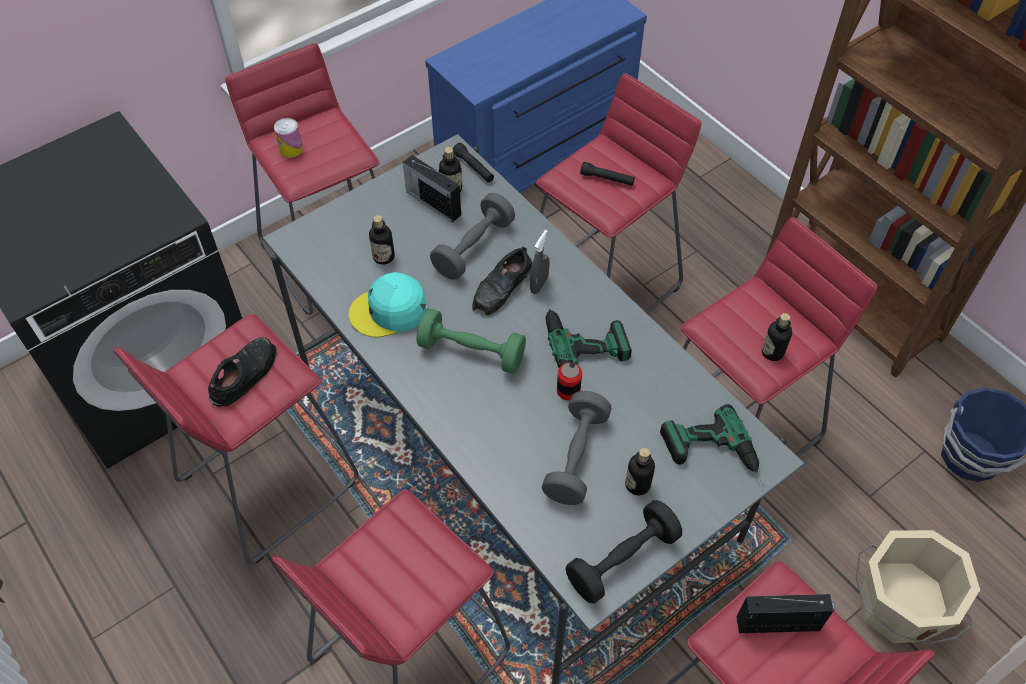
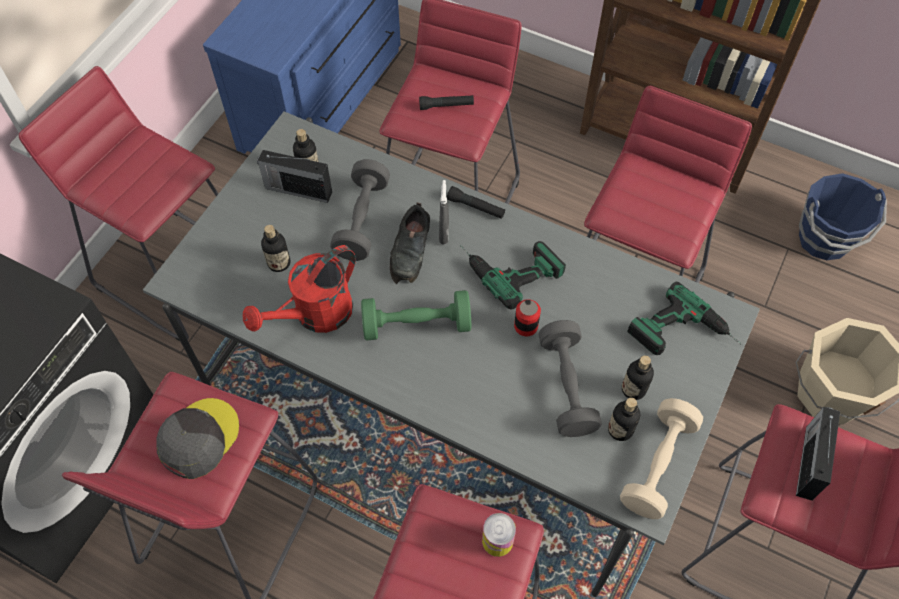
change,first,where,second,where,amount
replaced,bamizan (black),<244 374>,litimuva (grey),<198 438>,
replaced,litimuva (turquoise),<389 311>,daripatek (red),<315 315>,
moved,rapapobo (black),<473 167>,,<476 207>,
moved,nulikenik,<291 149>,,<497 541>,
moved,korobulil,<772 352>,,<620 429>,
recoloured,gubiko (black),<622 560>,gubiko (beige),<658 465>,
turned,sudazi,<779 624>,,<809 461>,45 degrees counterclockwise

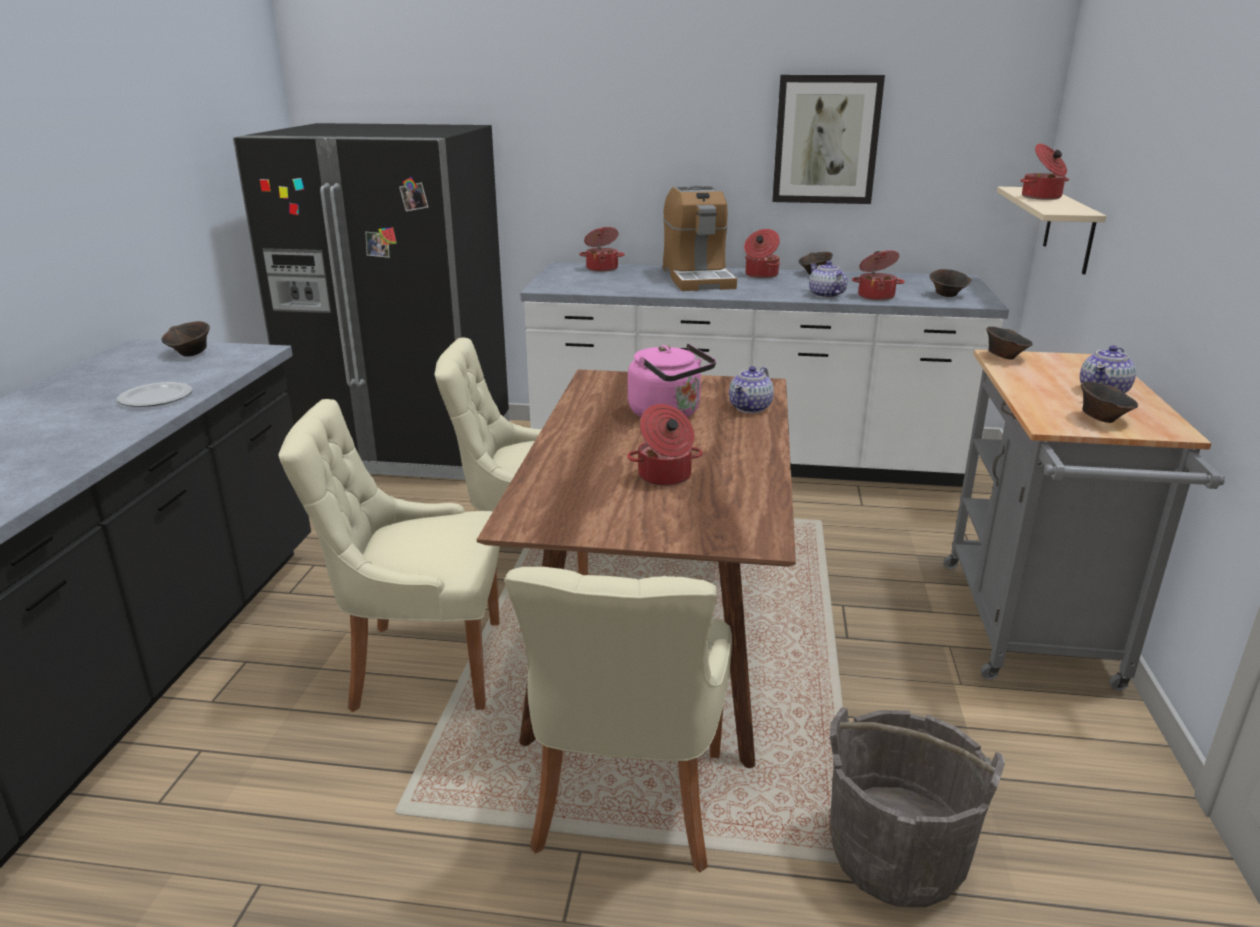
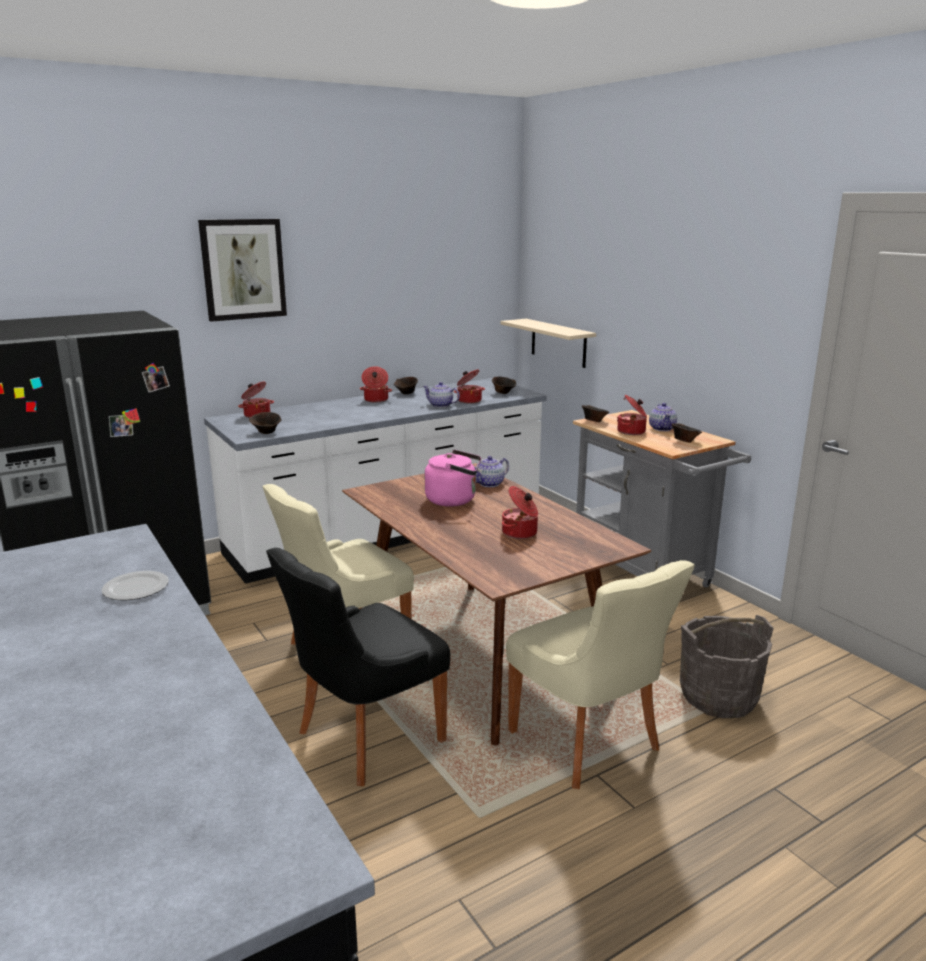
change,first,where,second,where,amount
moved,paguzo,<826 140>,,<243 269>,
moved,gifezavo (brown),<190 354>,,<267 432>,
recoloured,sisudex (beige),<421 665>,sisudex (black),<365 738>,
turned,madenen,<751 407>,,<490 484>,60 degrees clockwise
moved,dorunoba,<1042 197>,,<632 432>,
removed,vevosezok,<697 278>,,,

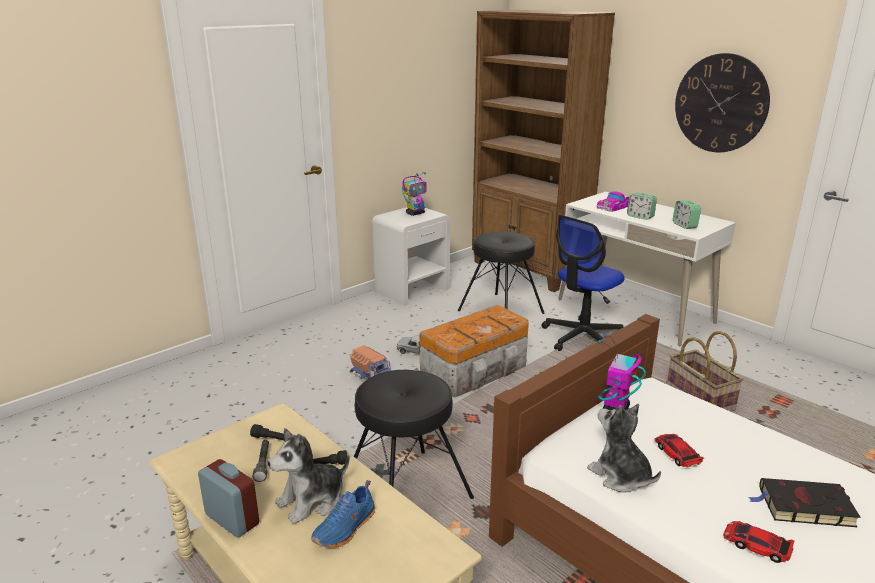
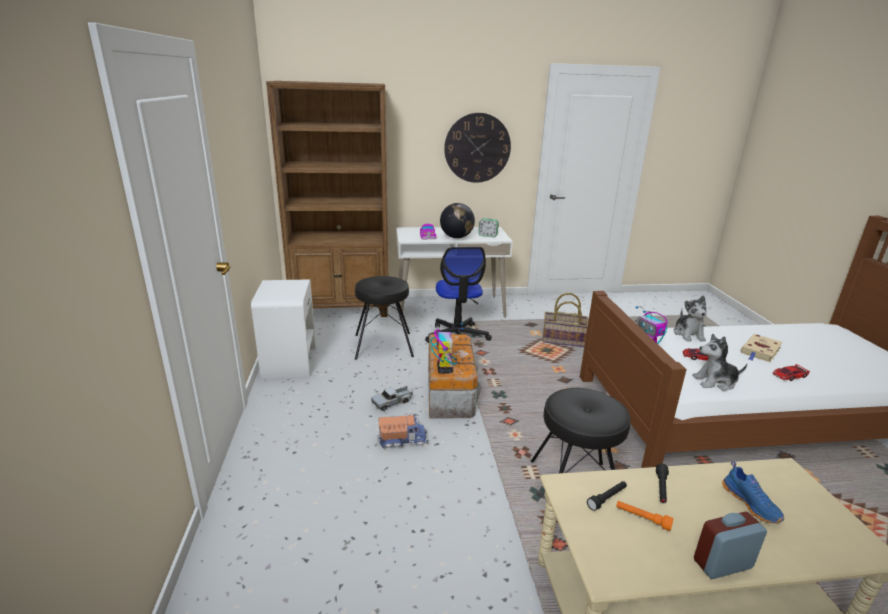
change,first,where,second,where,amount
moved,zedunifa,<415 213>,,<444 369>,
replaced,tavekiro,<640 217>,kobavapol,<456 237>,
recoloured,rapapobo (grey),<263 464>,rapapobo (orange),<642 518>,
moved,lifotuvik,<312 501>,,<688 334>,
recoloured,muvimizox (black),<803 506>,muvimizox (beige),<760 351>,

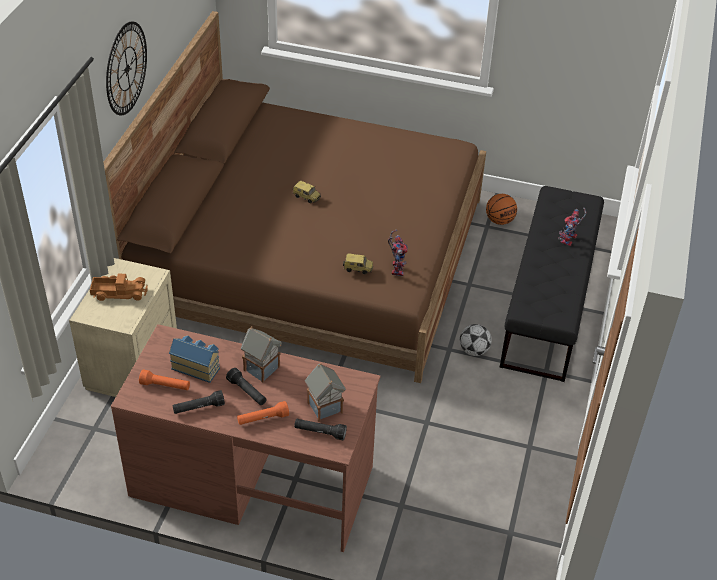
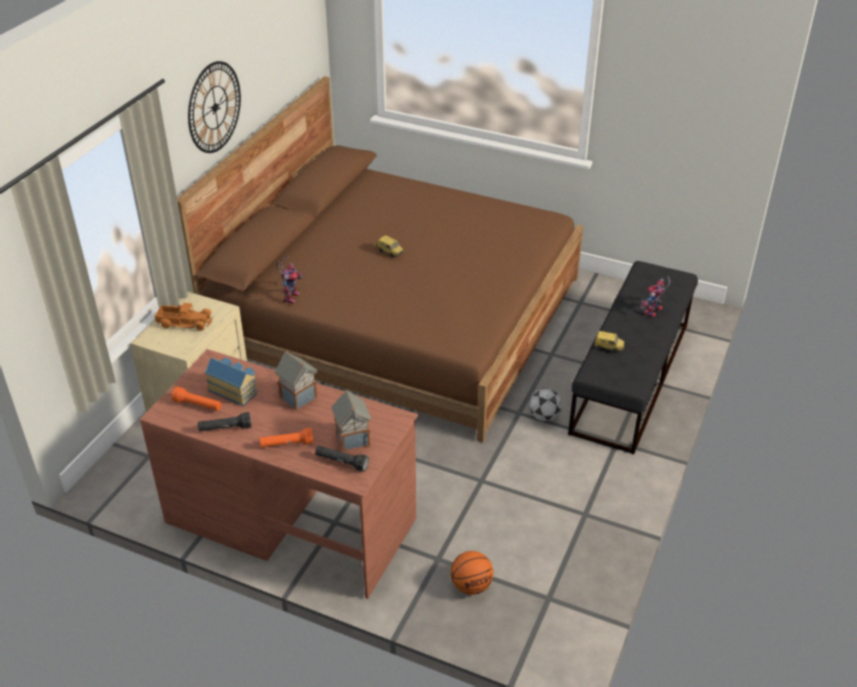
change,first,where,second,where,amount
moved,zedunifa,<396 267>,,<290 296>,
moved,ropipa,<499 220>,,<471 585>,
moved,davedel,<358 269>,,<608 347>,
removed,rapapobo (black),<247 392>,,,

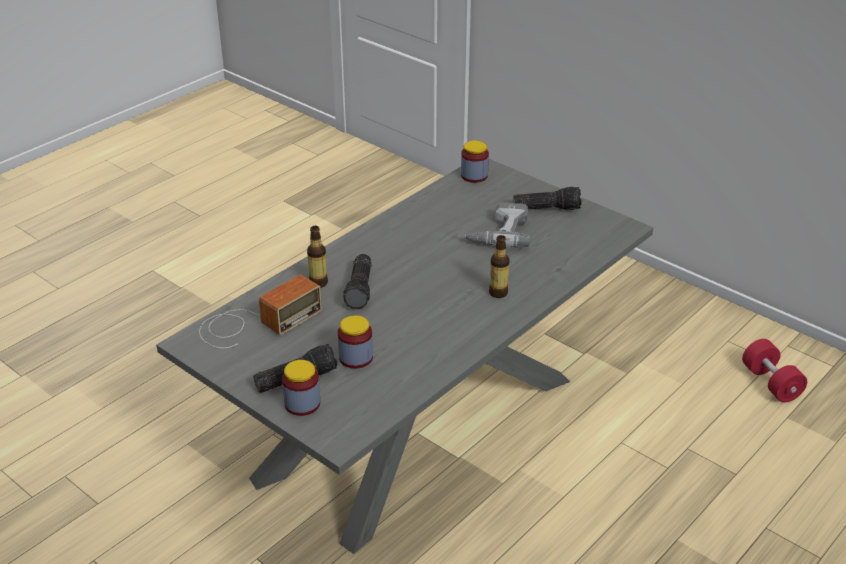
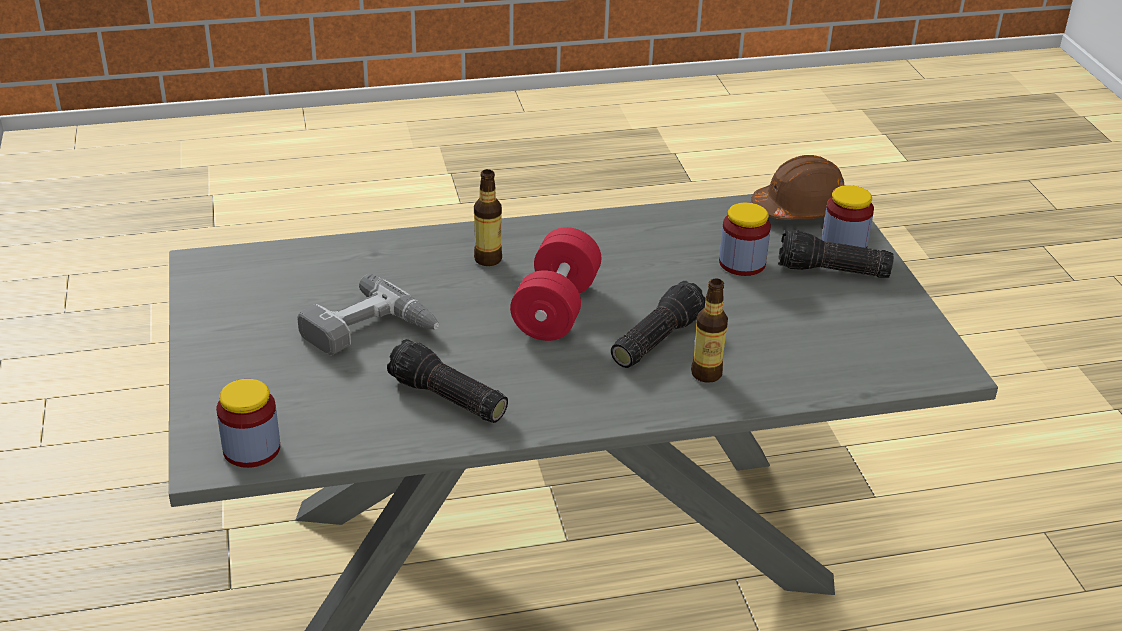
change,first,where,second,where,amount
moved,rapapobo,<547 208>,,<446 398>,
moved,gubiko (red),<771 383>,,<556 309>,
added,,,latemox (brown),<800 209>,
removed,sudazi,<255 323>,,,

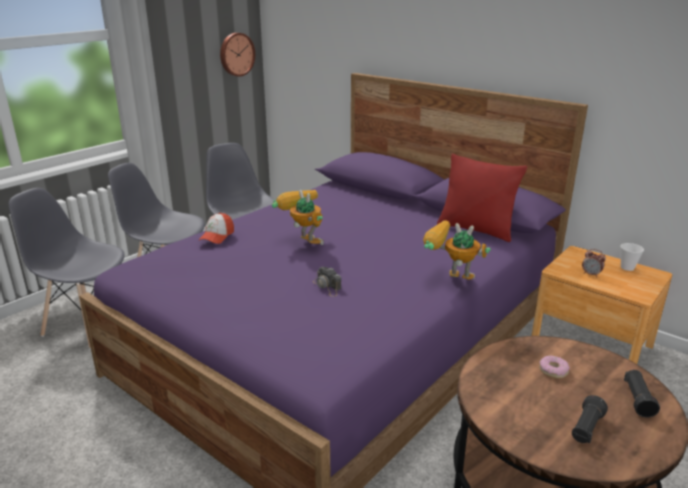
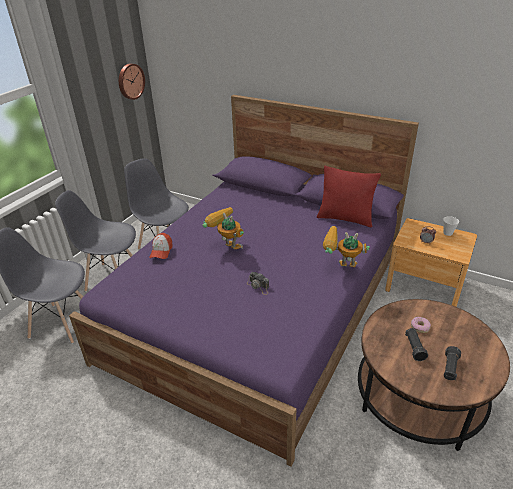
change,first,where,second,where,amount
moved,rapapobo (black),<637 400>,,<414 348>,

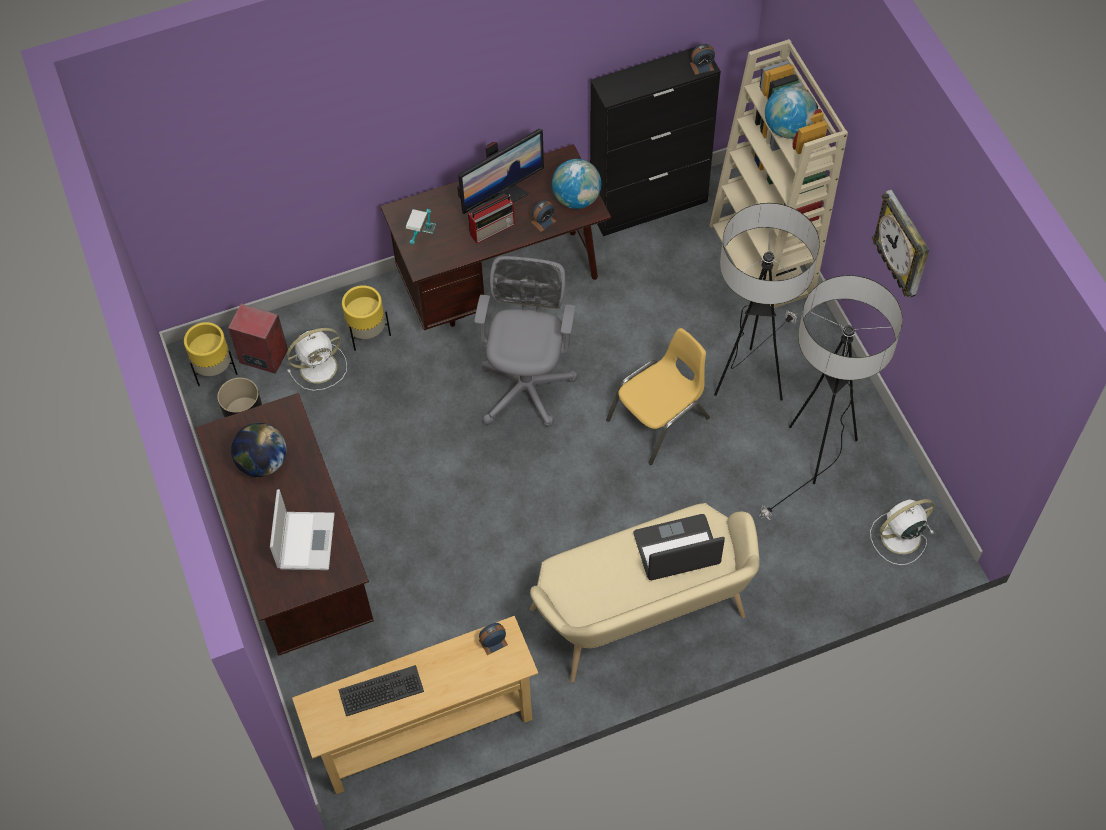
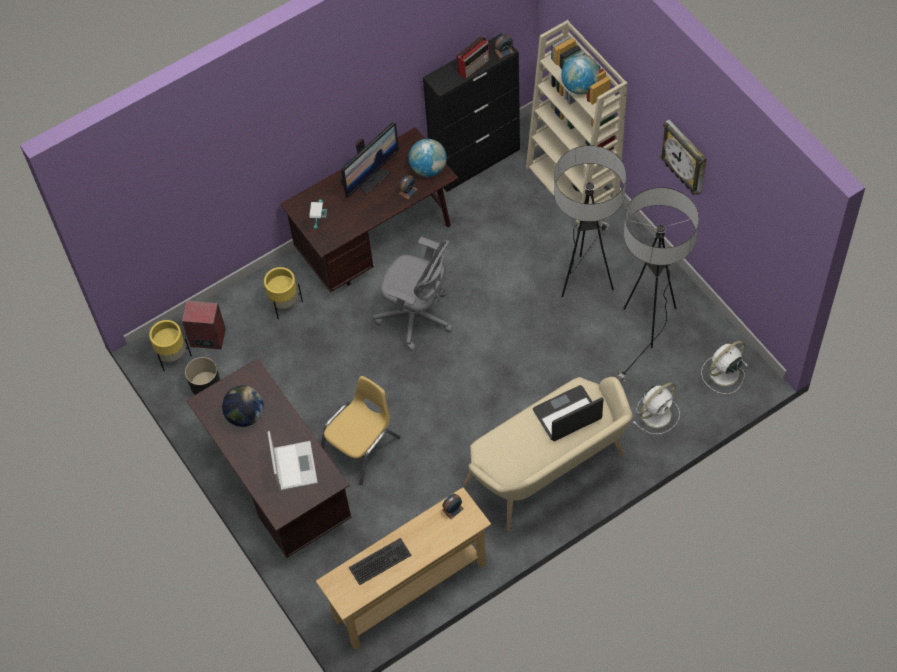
change,first,where,second,where,amount
moved,sisudex (yellow),<659 420>,,<361 447>,
turned,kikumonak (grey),<527 384>,,<418 317>,120 degrees clockwise
moved,sudazi,<493 228>,,<474 66>,
moved,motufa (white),<320 366>,,<657 413>,

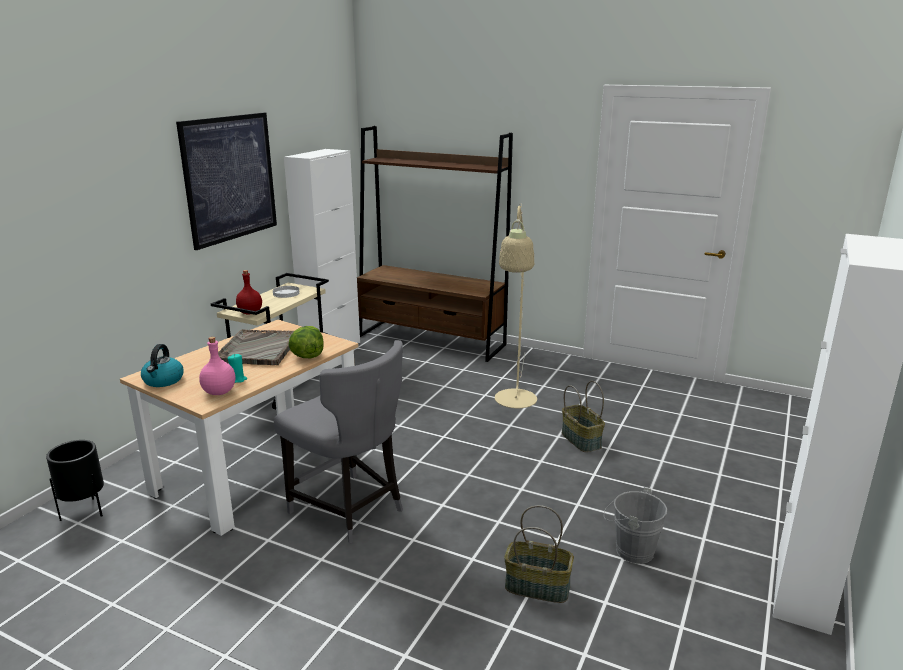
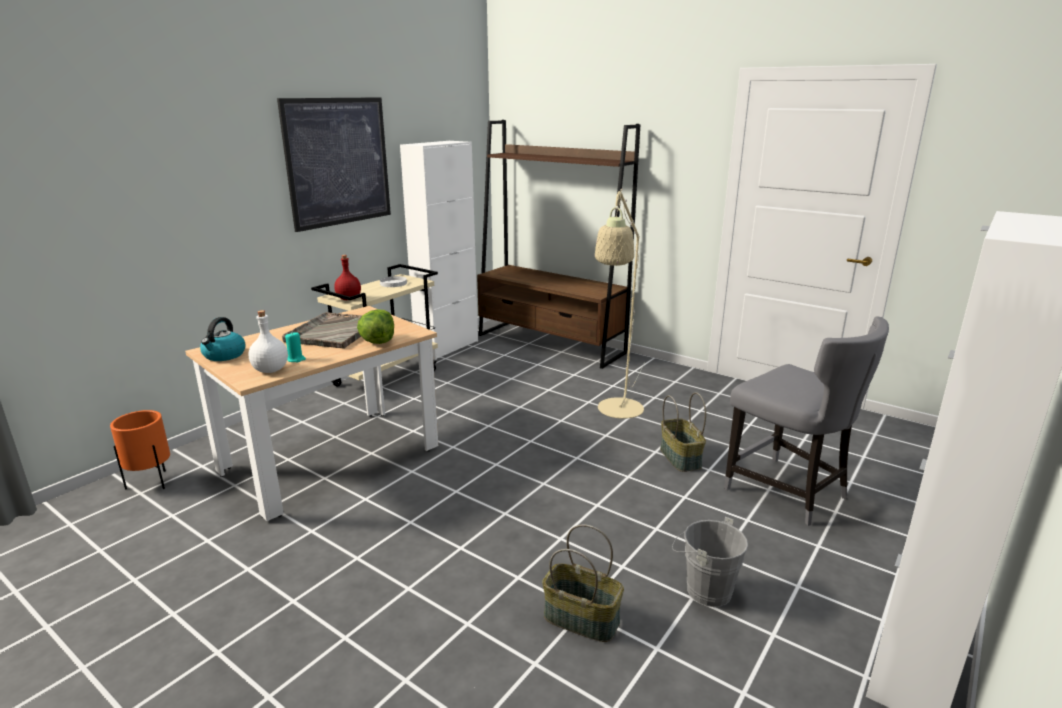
change,first,where,second,where,amount
recoloured,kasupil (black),<85 512>,kasupil (orange),<152 483>,
recoloured,korobulil (pink),<219 392>,korobulil (white),<270 370>,
moved,sisudex (grey),<349 510>,,<789 492>,

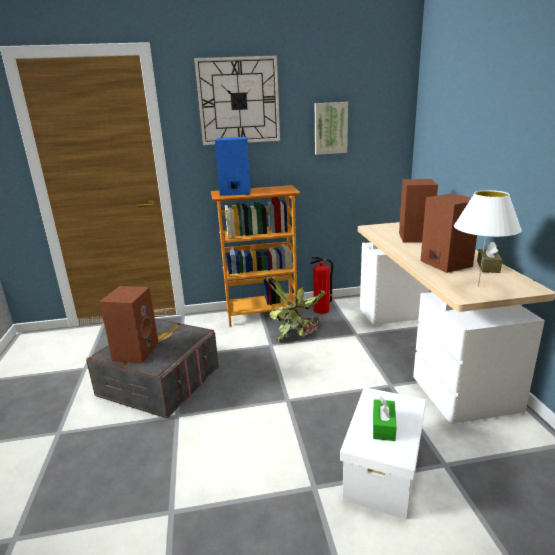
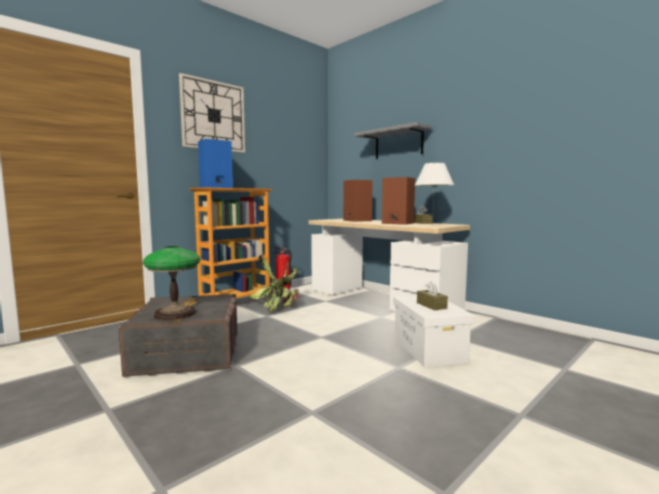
change,first,where,second,where,amount
replaced,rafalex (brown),<135 351>,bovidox,<174 313>,
added,,,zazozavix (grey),<398 143>,
recoloured,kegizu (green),<383 426>,kegizu (brown),<431 305>,
removed,paguzo,<330 128>,,,

